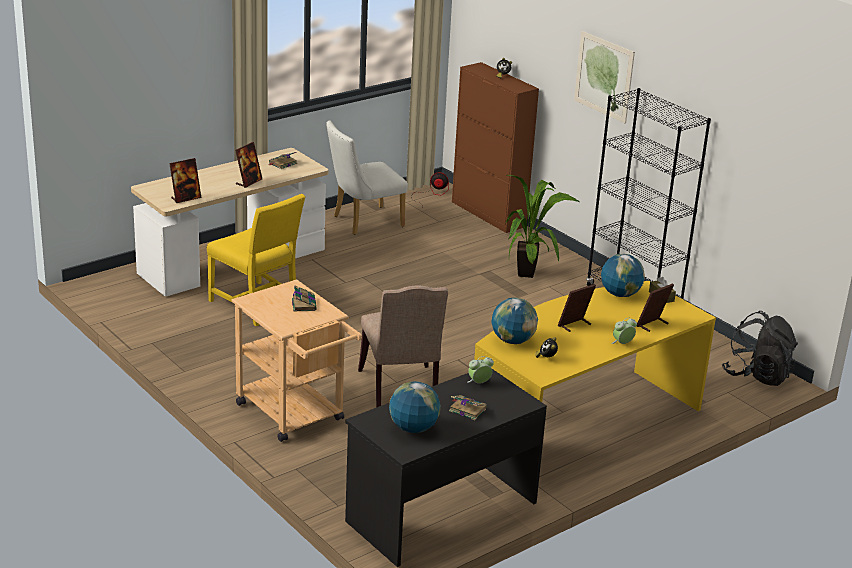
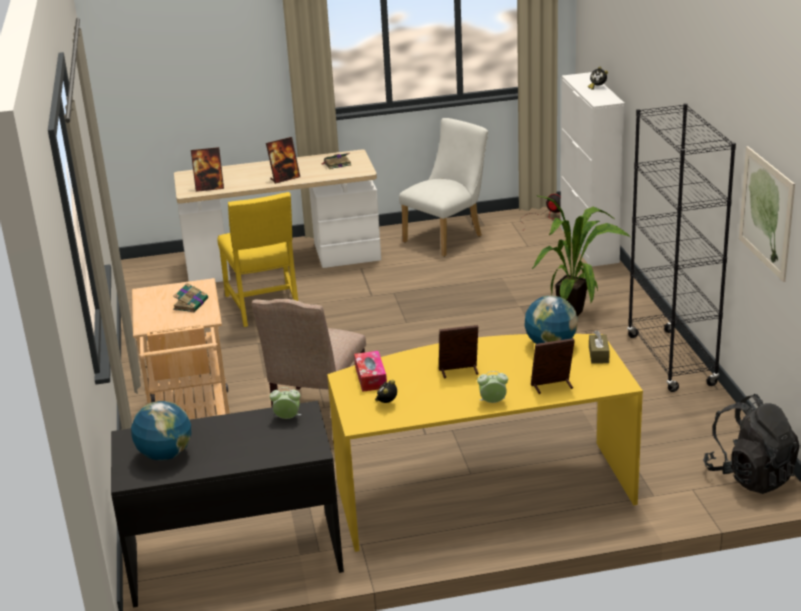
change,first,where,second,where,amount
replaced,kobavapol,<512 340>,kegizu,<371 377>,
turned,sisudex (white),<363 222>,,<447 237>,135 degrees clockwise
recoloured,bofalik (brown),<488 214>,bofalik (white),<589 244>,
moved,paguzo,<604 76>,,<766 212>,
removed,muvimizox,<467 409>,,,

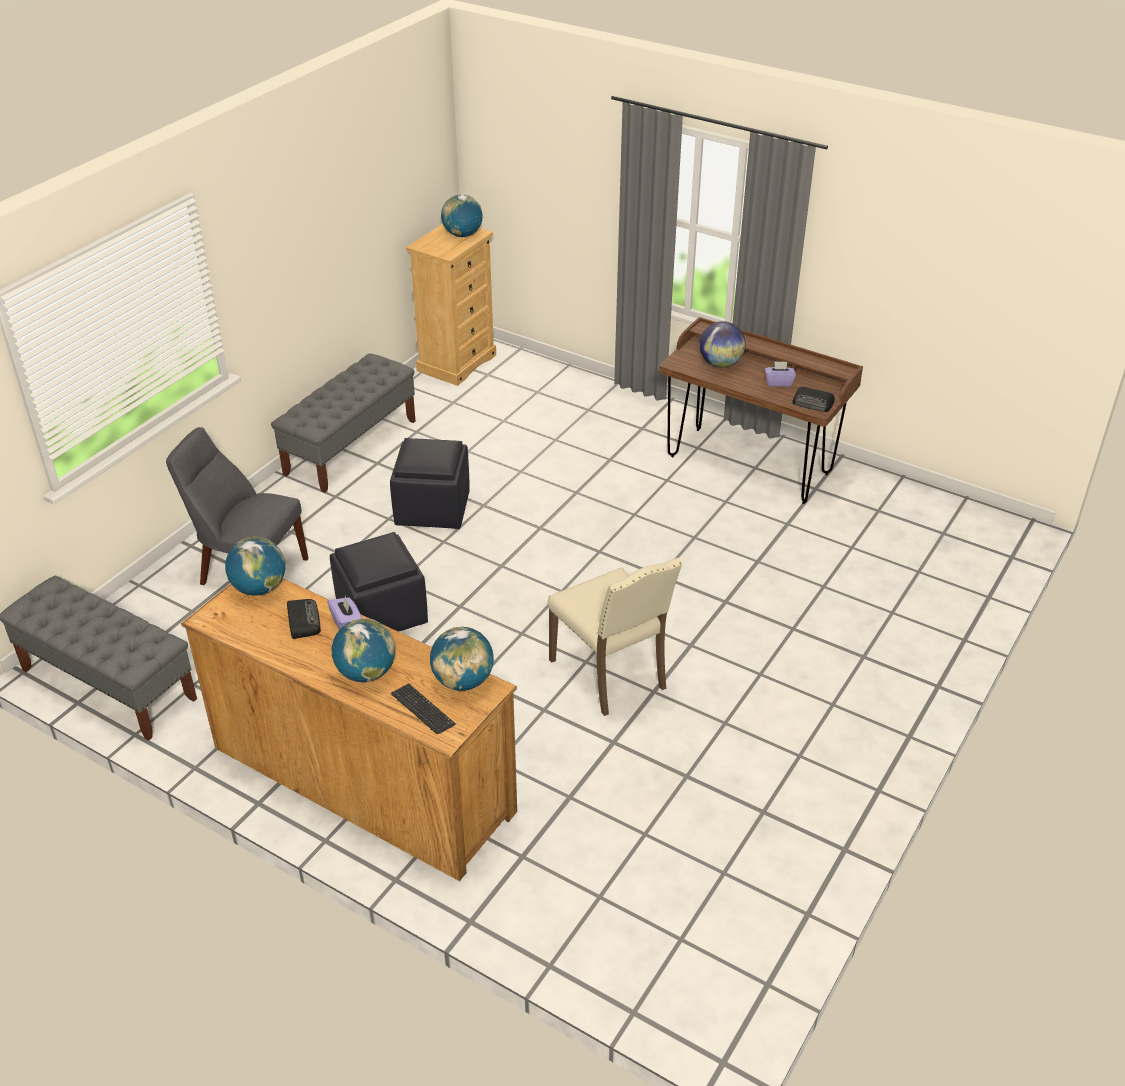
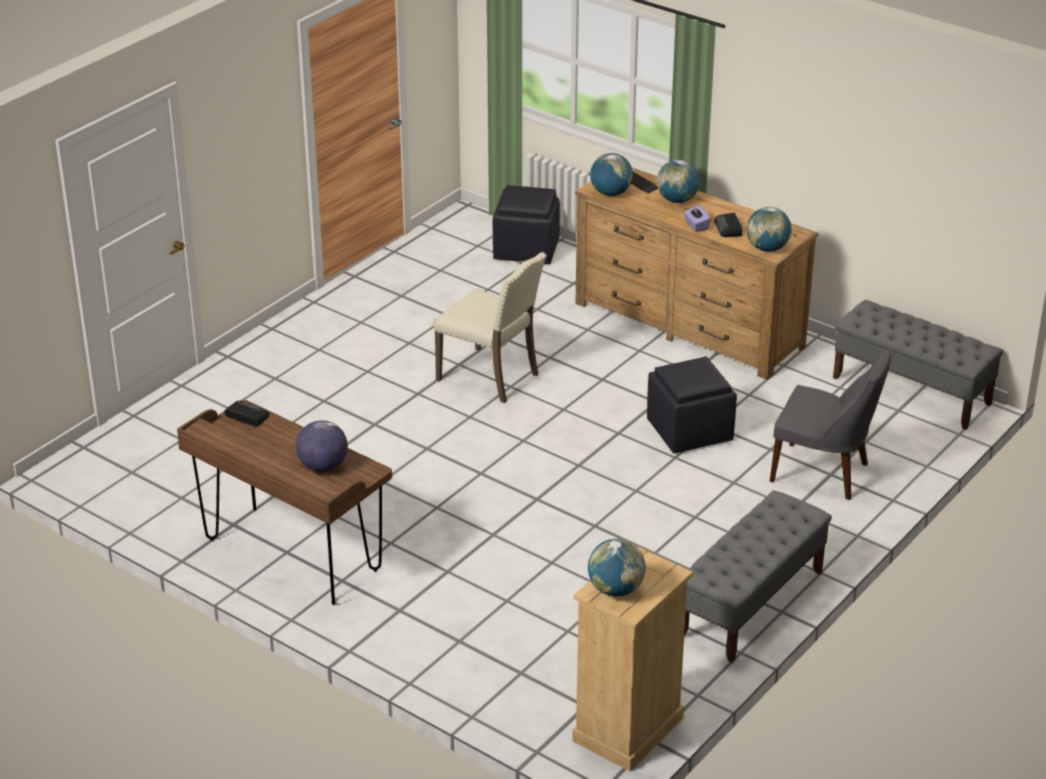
change,first,where,second,where,amount
turned,sisudex (beige),<611 674>,,<491 377>,150 degrees clockwise
moved,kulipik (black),<433 508>,,<526 249>,
removed,kegizu (purple),<778 382>,,,

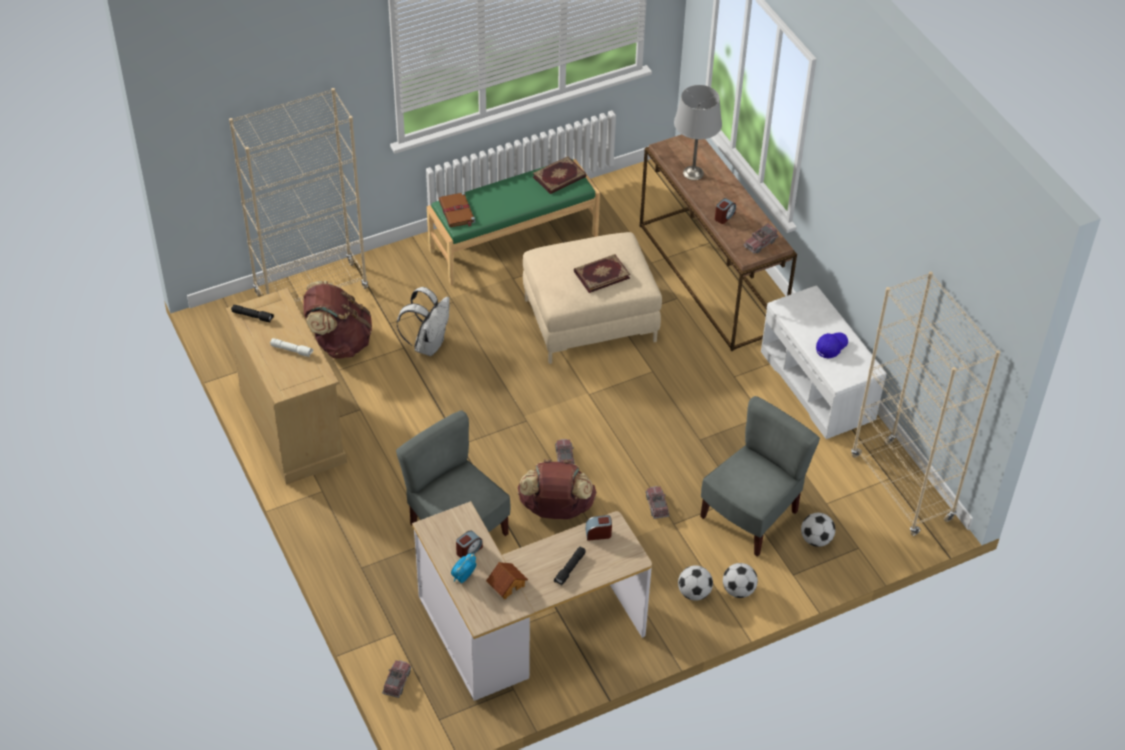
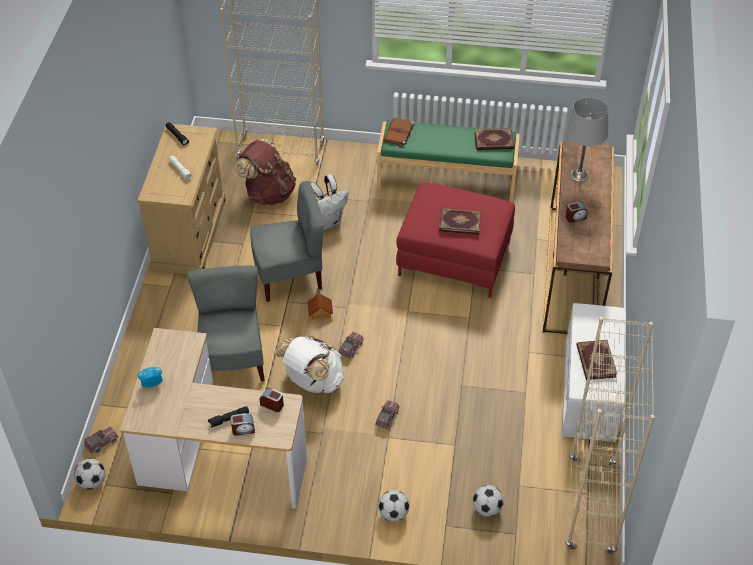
change,first,where,second,where,amount
moved,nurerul,<694 593>,,<92 482>,
moved,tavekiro,<469 550>,,<243 429>,
moved,sisudex (grey),<751 515>,,<289 276>,
recoloured,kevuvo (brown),<556 509>,kevuvo (white),<312 381>,
moved,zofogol,<506 584>,,<320 311>,
recoloured,kulipik (beige),<590 320>,kulipik (red),<455 259>,
replaced,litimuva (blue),<831 347>,muvimizox,<595 361>,
removed,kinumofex,<760 243>,,,

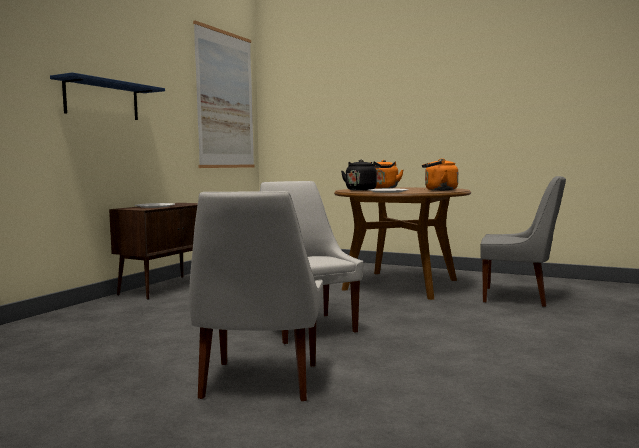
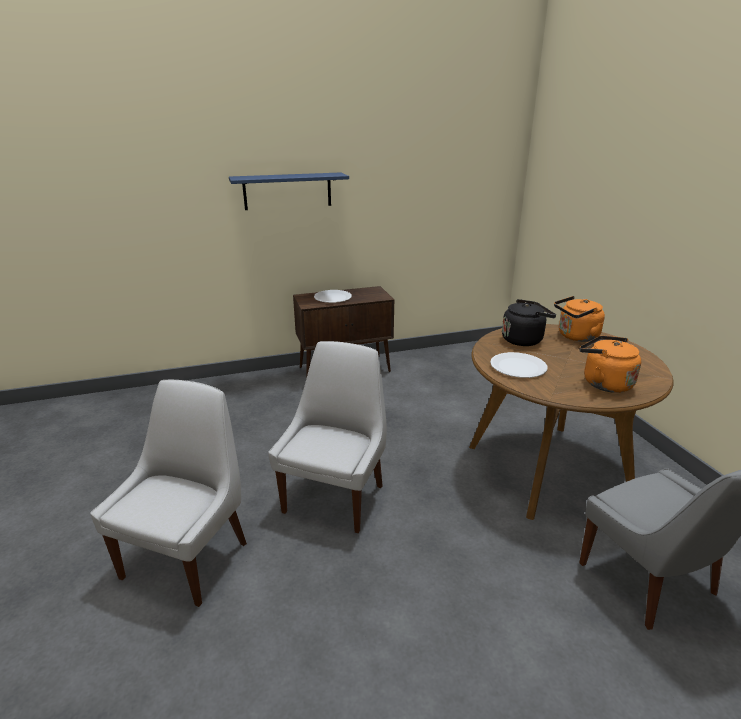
change,first,where,second,where,amount
turned,sisudex (white),<259 383>,,<189 557>,150 degrees clockwise
removed,paguzo,<225 100>,,,

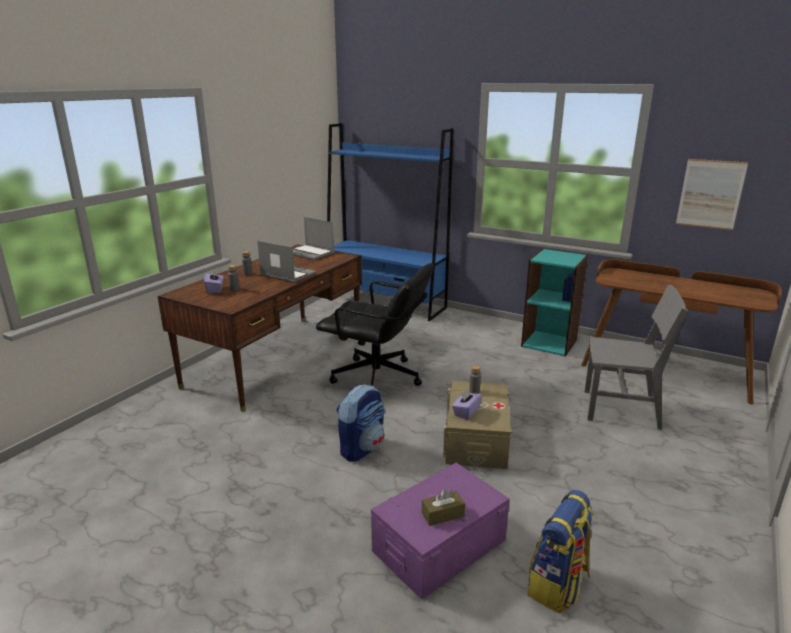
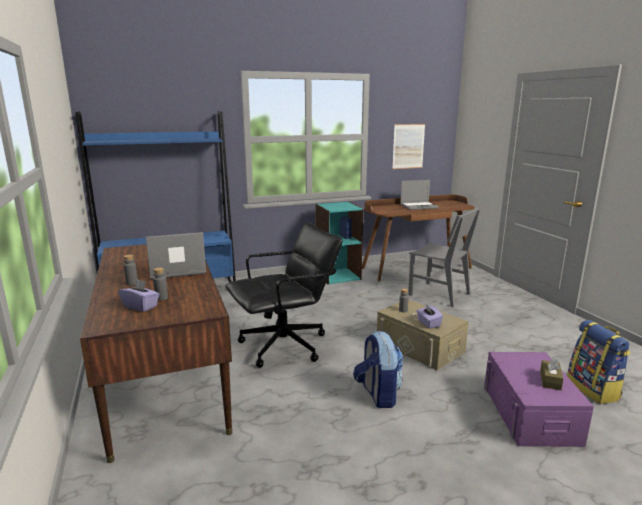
change,first,where,second,where,amount
moved,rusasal,<311 253>,,<419 206>,
turned,sisudex (grey),<621 409>,,<439 294>,75 degrees clockwise

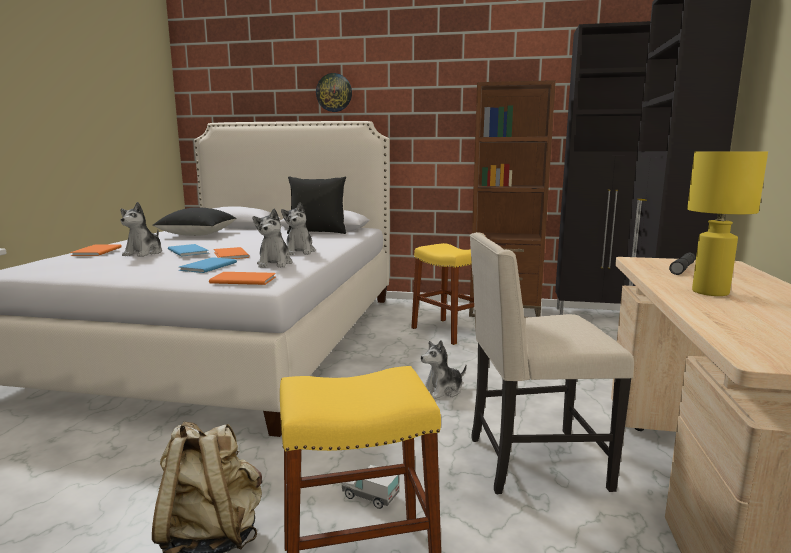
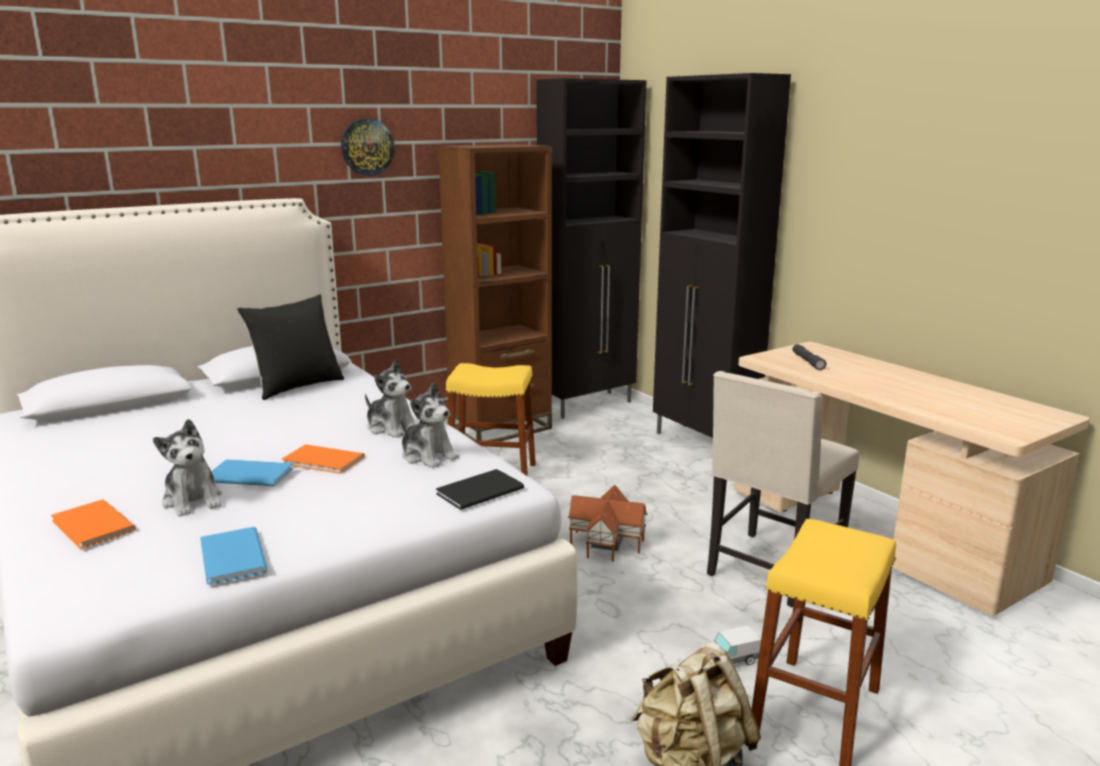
change,first,where,second,where,amount
moved,muvimizox (blue),<206 266>,,<230 558>,
moved,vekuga,<334 92>,,<367 147>,
recoloured,muvimizox (orange),<242 279>,muvimizox (black),<476 491>,
replaced,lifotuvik,<443 390>,zofogol,<608 542>,
removed,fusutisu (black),<197 235>,,,
removed,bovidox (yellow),<711 292>,,,

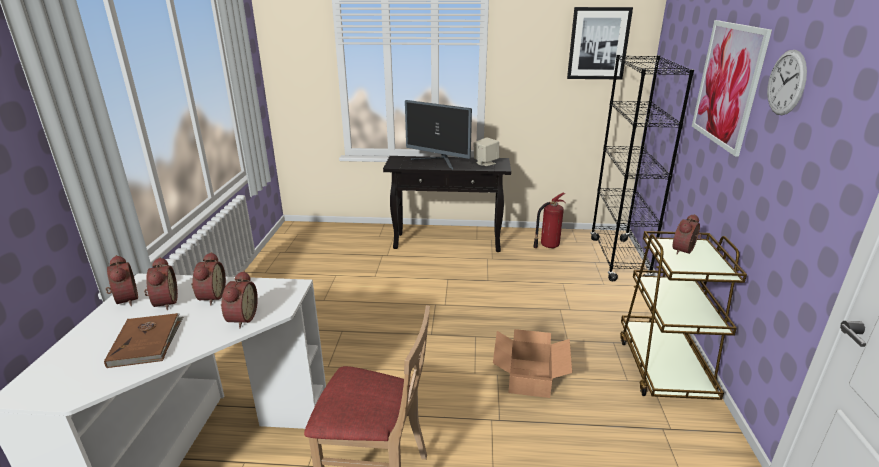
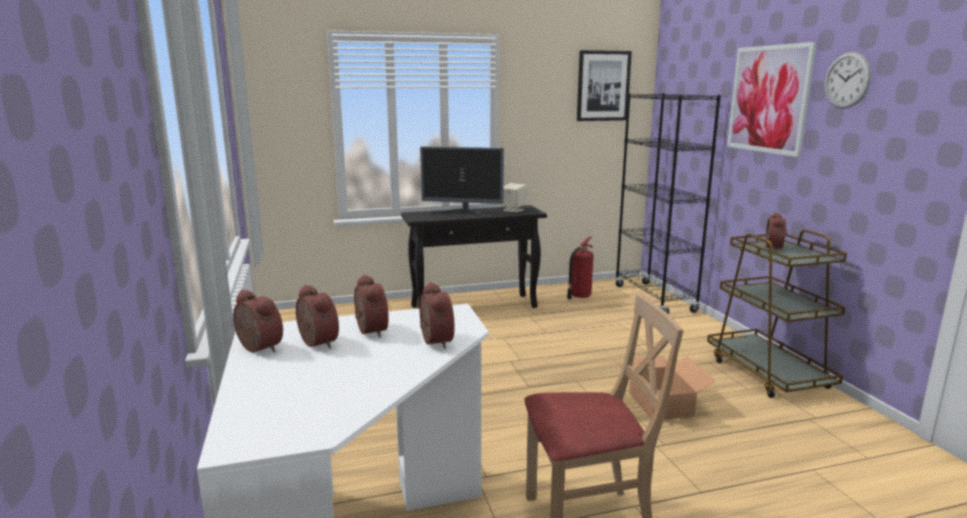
change,first,where,second,where,amount
removed,muvimizox (brown),<147 342>,,,

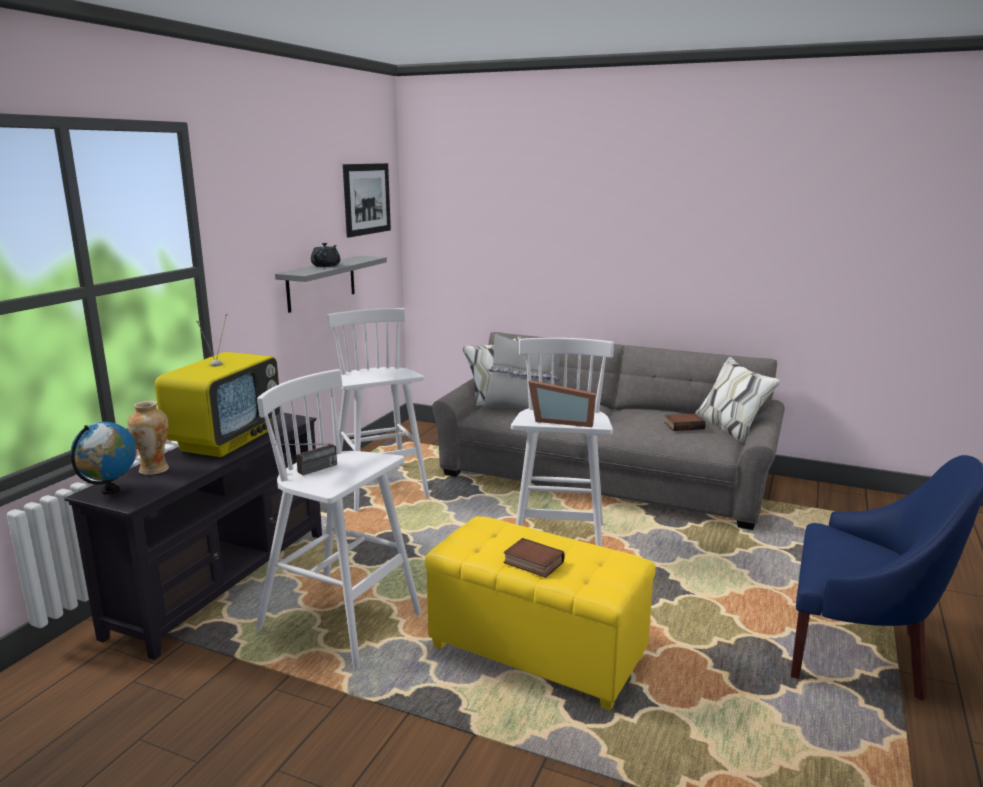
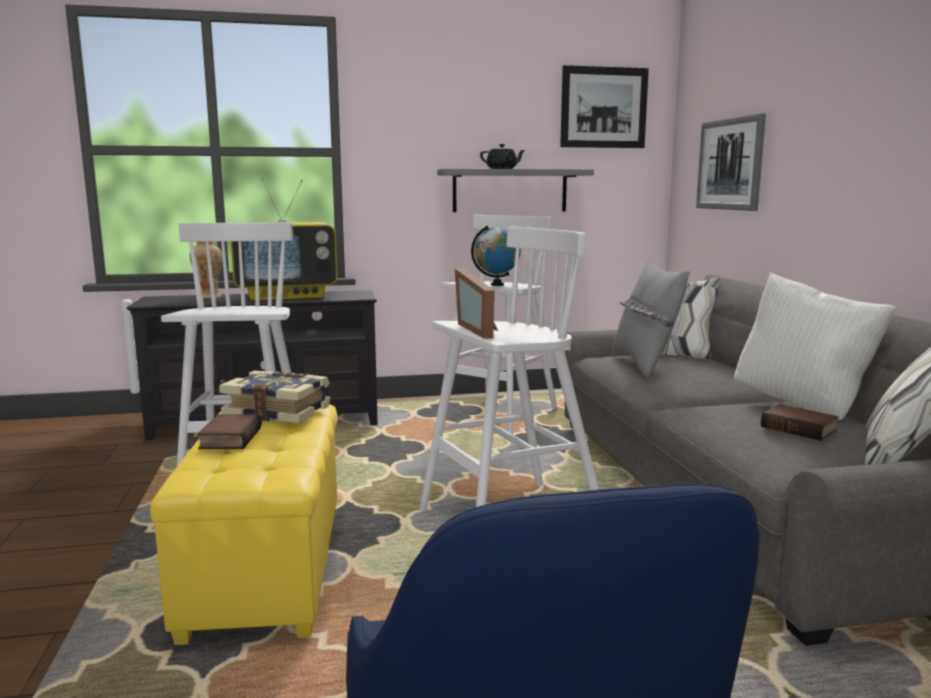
change,first,where,second,where,amount
added,,,muvimizox,<278 411>,
moved,kobavapol,<110 491>,,<497 285>,
added,,,paguzo,<730 164>,
added,,,fusutisu (white),<802 406>,
removed,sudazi,<308 472>,,,

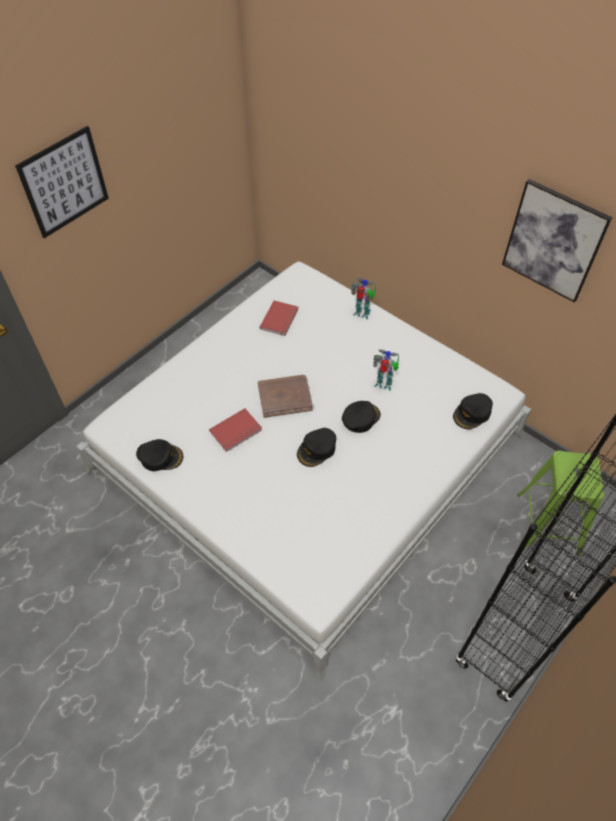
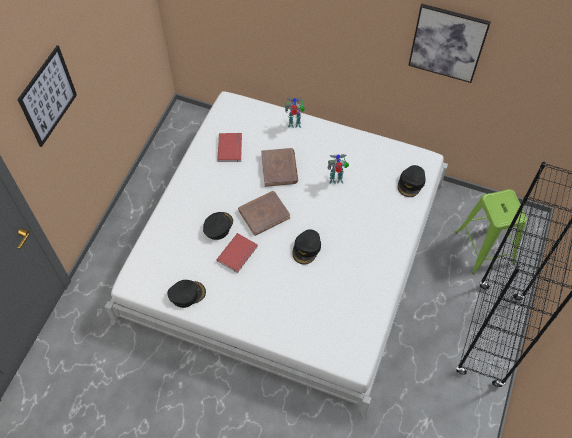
change,first,where,second,where,amount
moved,litimuva (black),<360 418>,,<218 226>,
added,,,muvimizox (brown),<279 168>,

